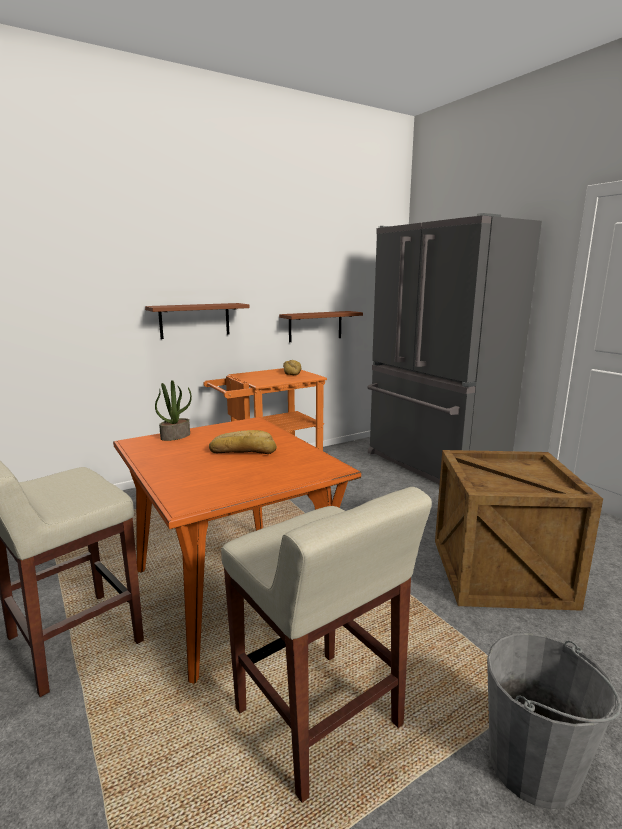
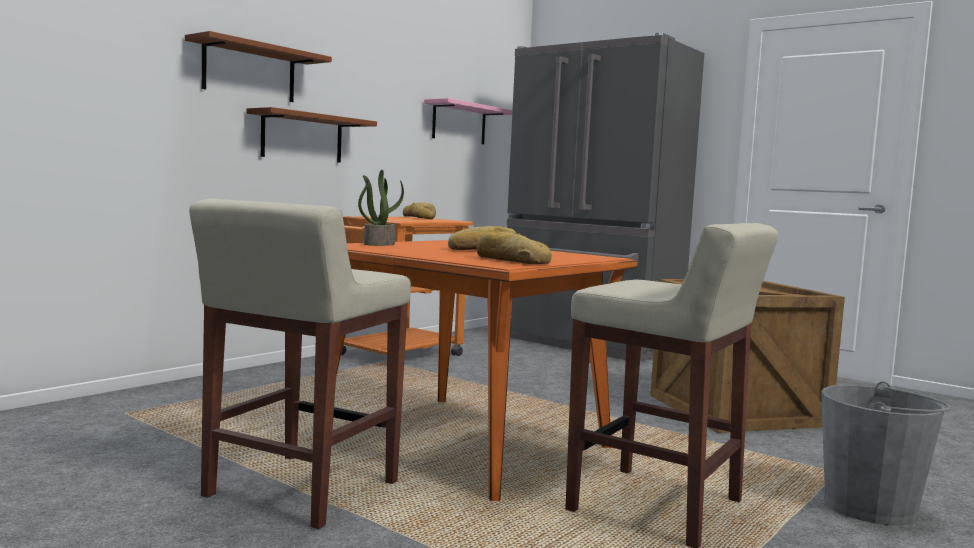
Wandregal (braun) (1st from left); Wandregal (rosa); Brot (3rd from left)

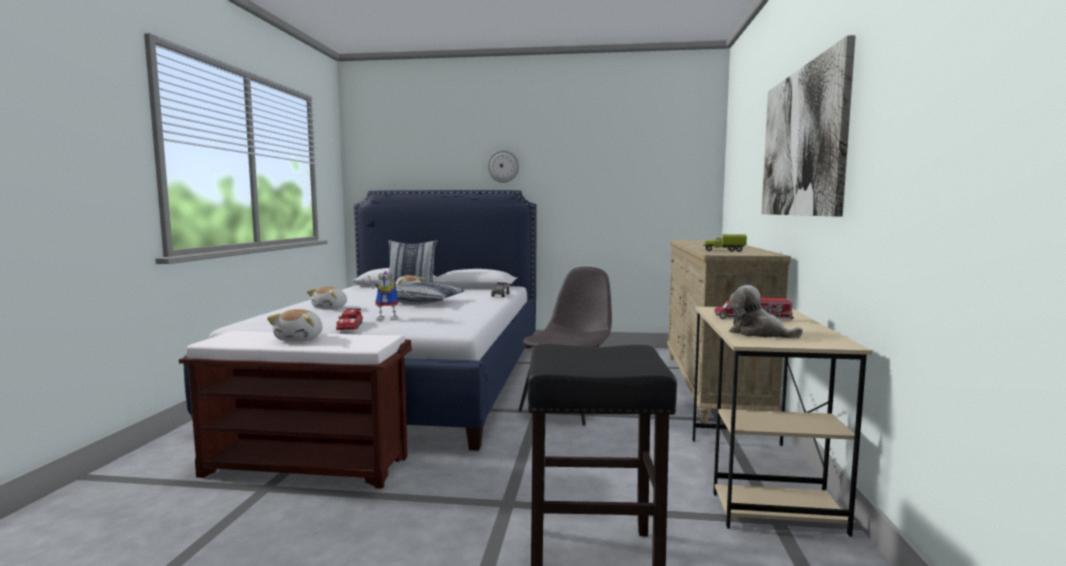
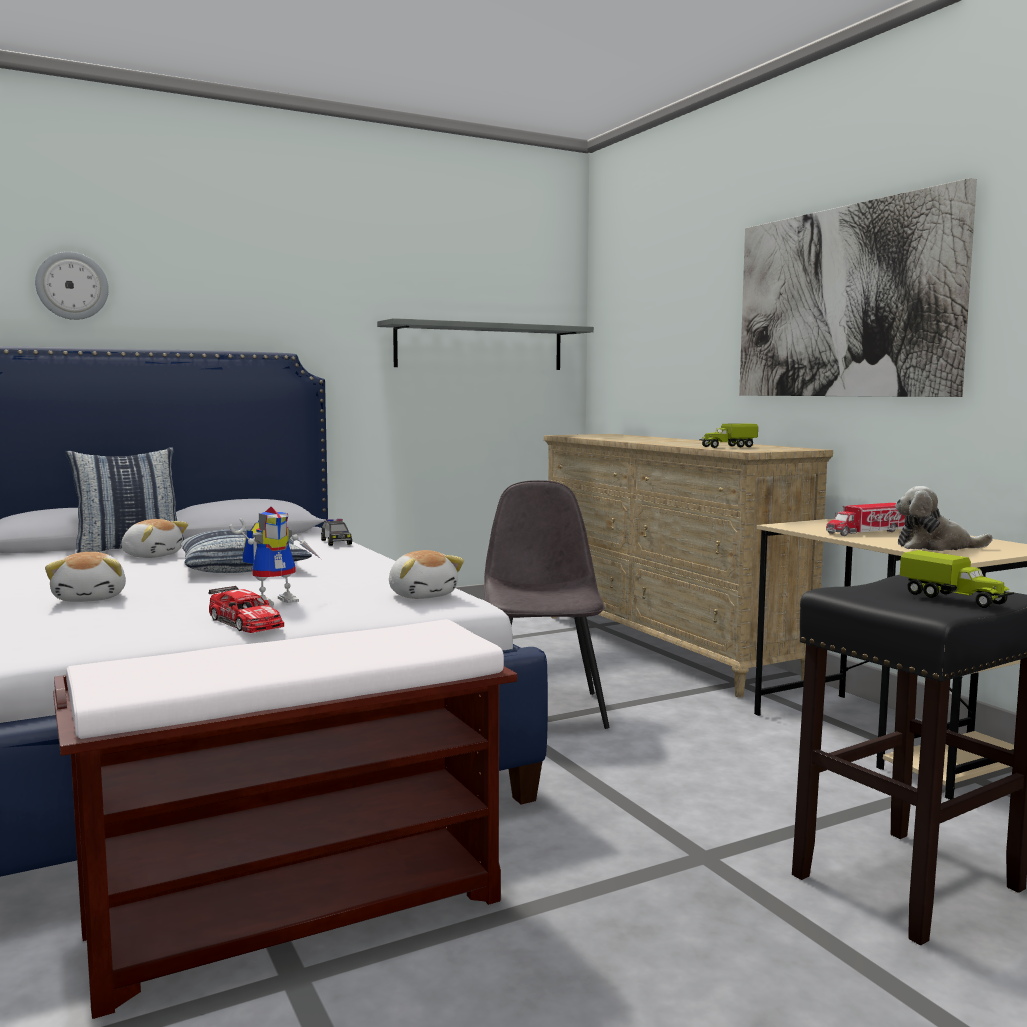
Plüschtier (3rd from left); Wanduhr; Wandregal (grau); Spielzeuglaster (3rd from left)

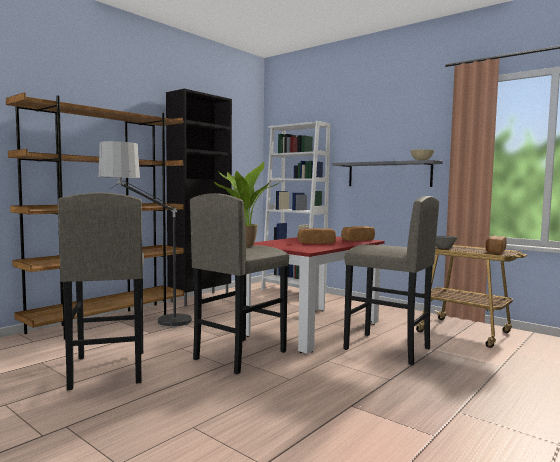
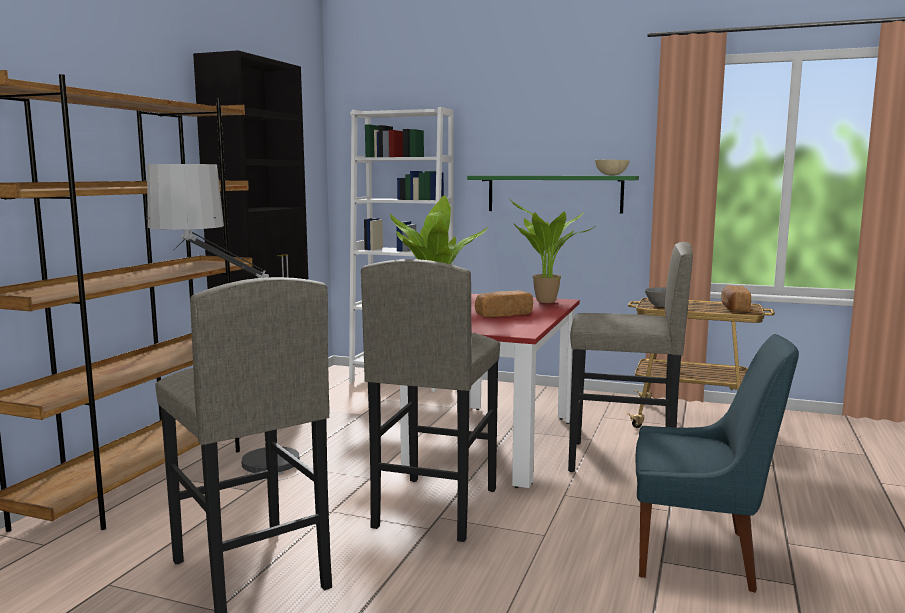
Wandregal (grün); Topfpflanze (2nd from left); Stuhl (blau)

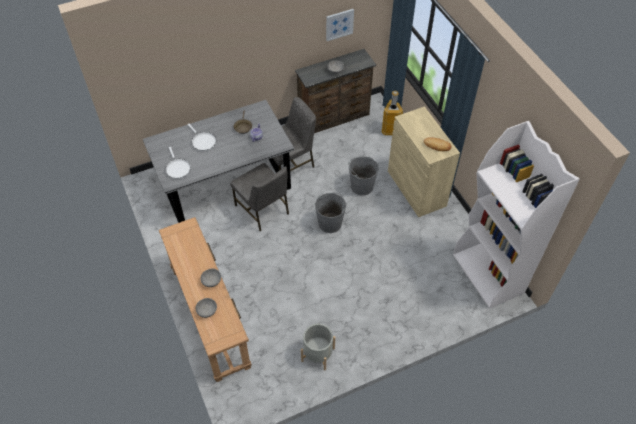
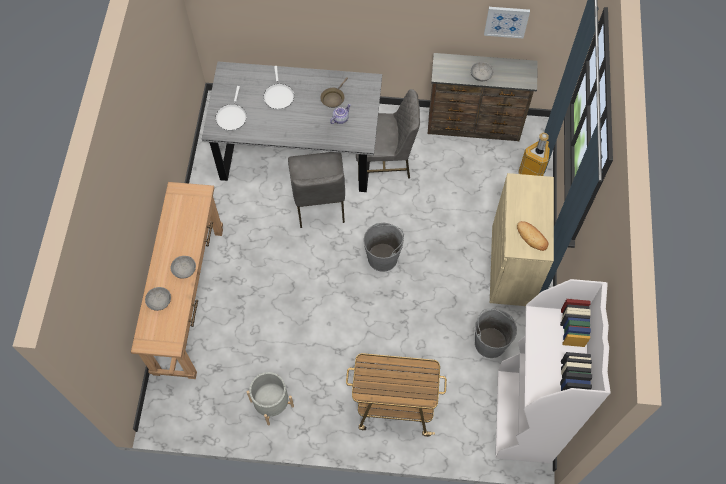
Eimer (grau) (2nd from left); Rollwagen

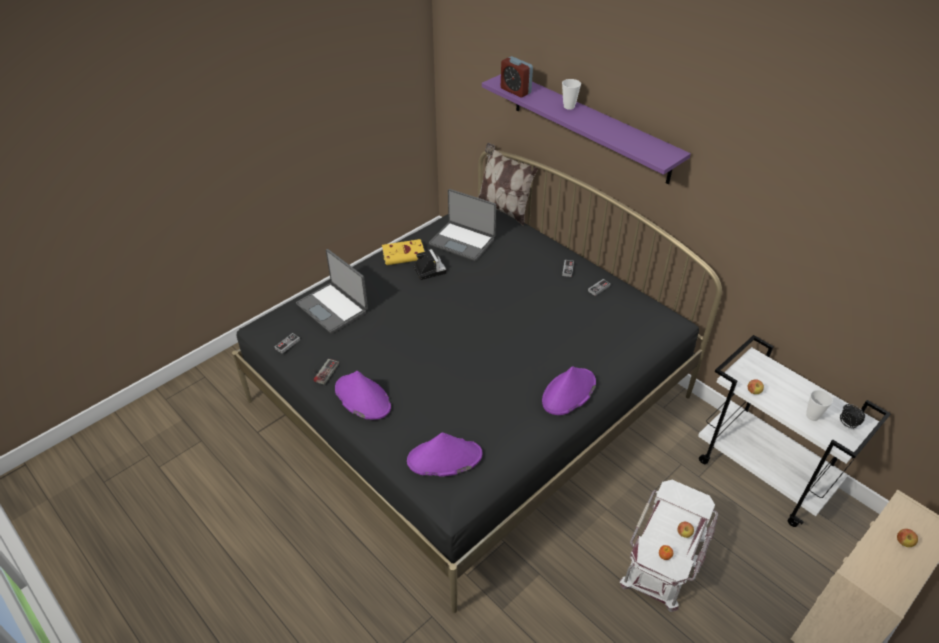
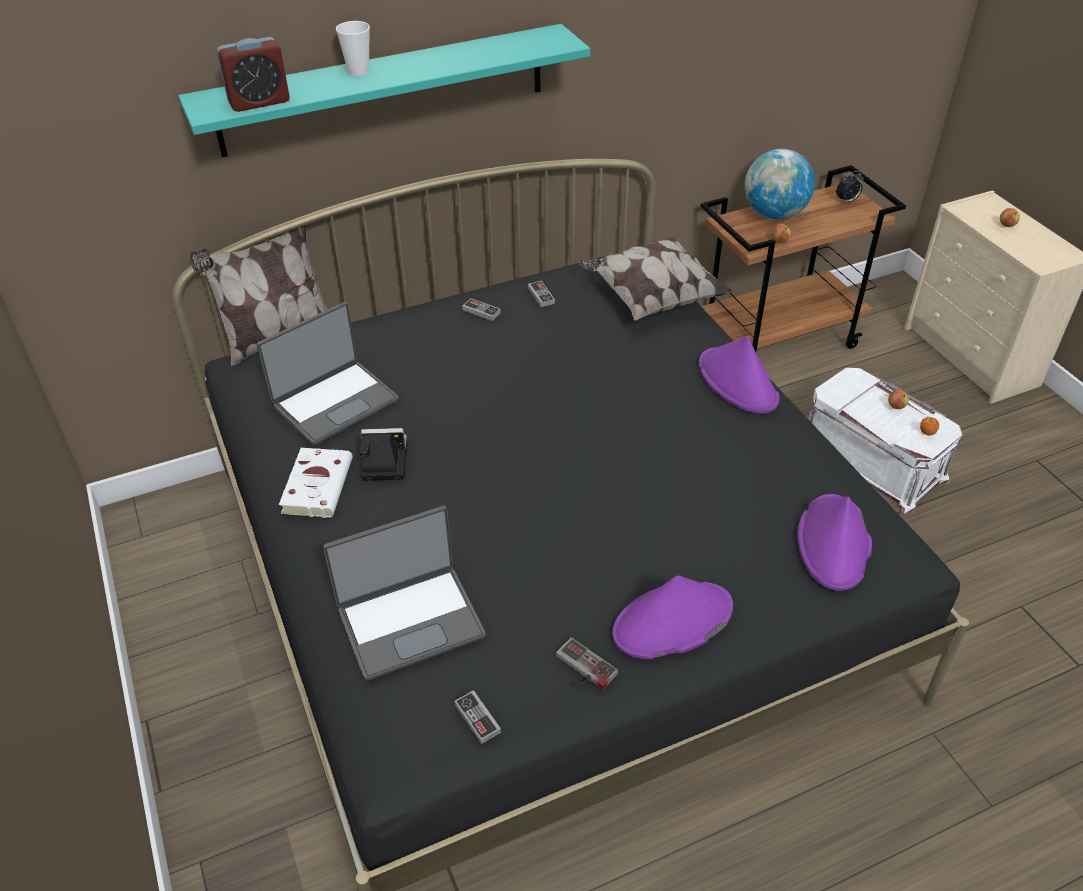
Buch (weiß); Wandregal (türkis); Rollwagen (braun); Tasse (2nd from left in the first image); Kissen (2nd from left); Globus

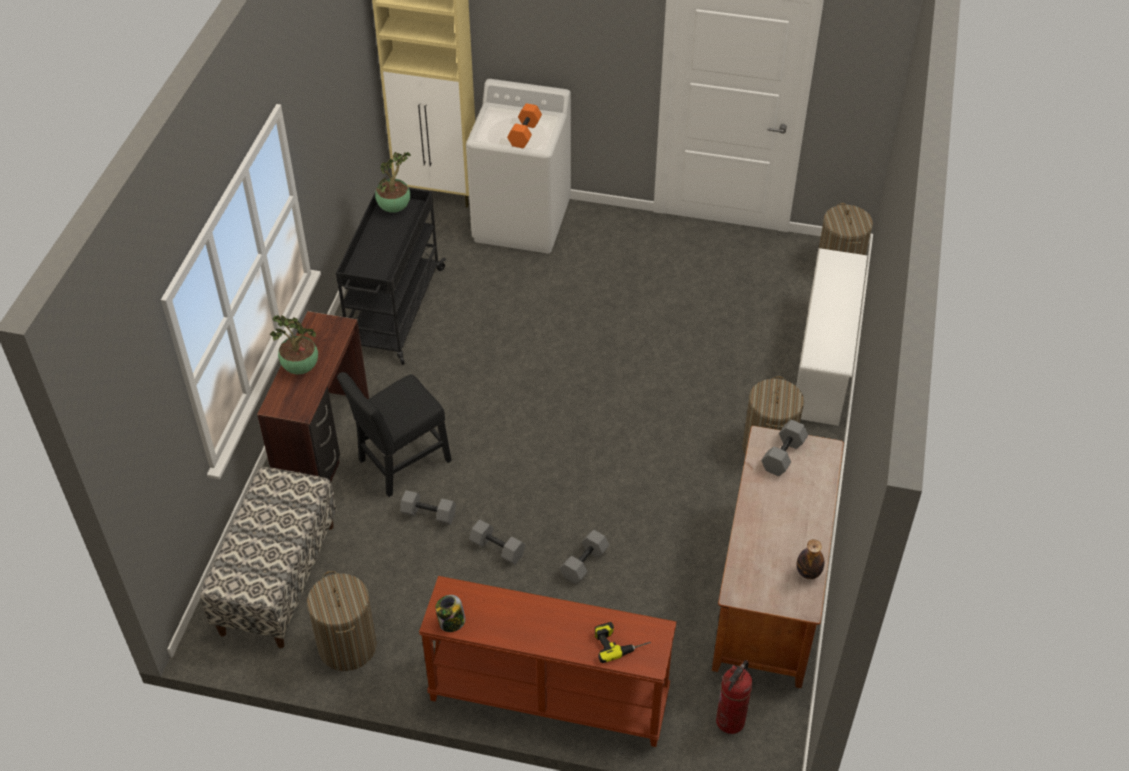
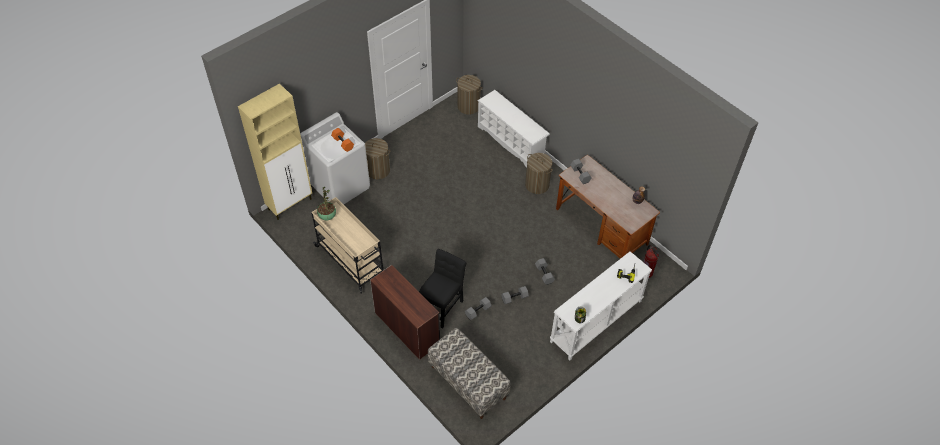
Topfpflanze (1st from left in the first image); Wäschekorb (1st from left); Rollwagen (beige); Stuhl (schwarz); Konsolentisch (weiß)

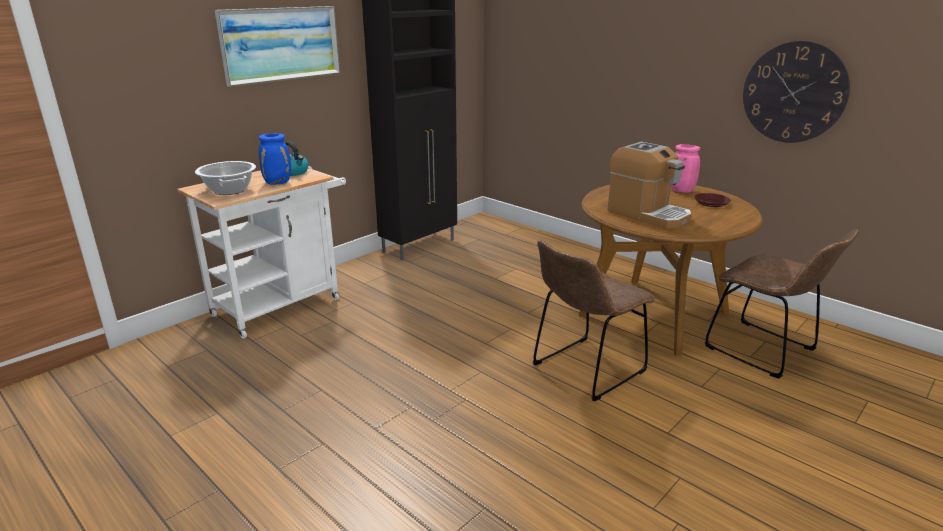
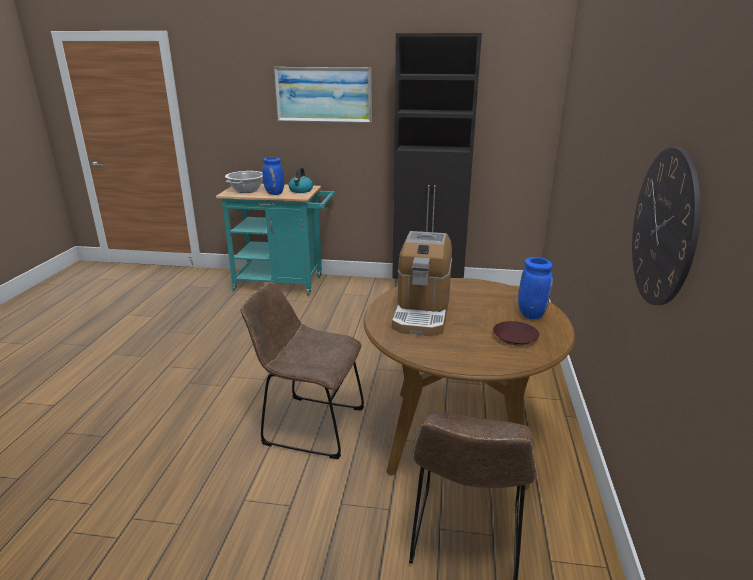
Rollwagen (türkis); Vase (blau) (2nd from left)

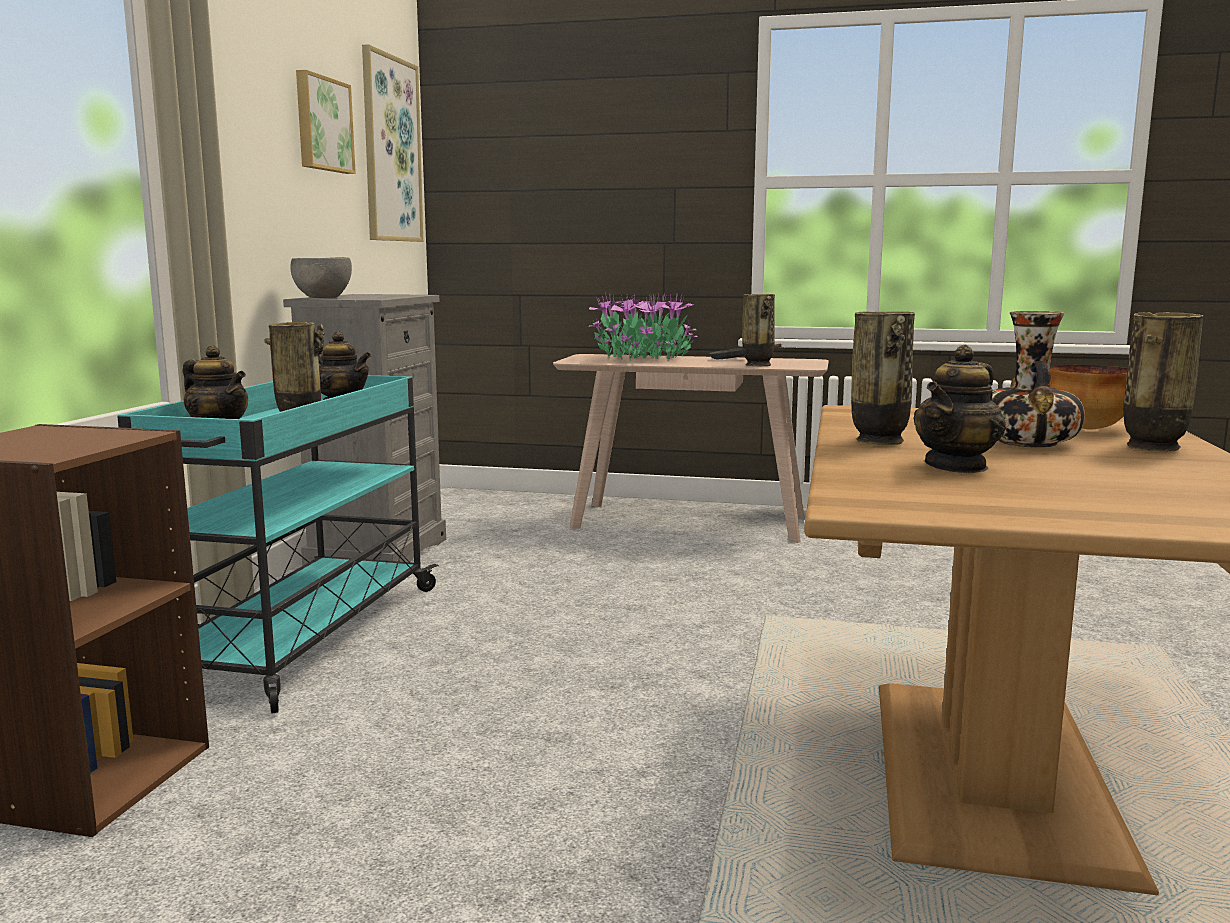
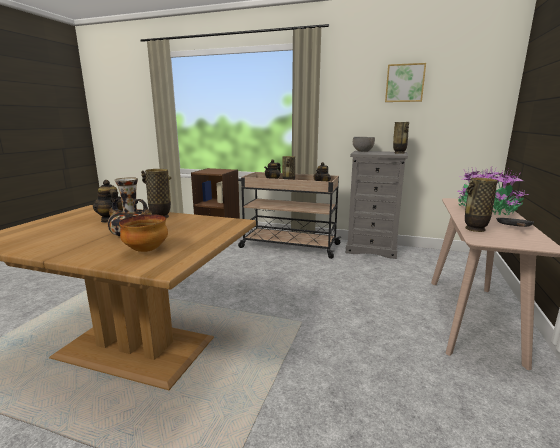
Rollwagen (beige); Bild (2nd from left in the first image); Vase (4th from left)

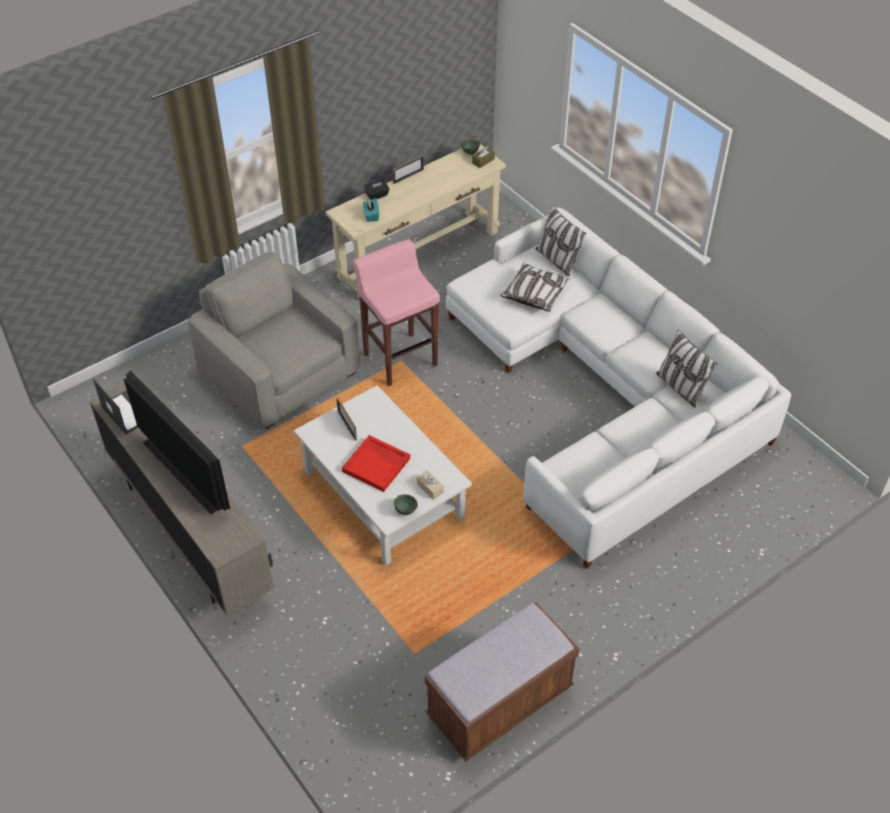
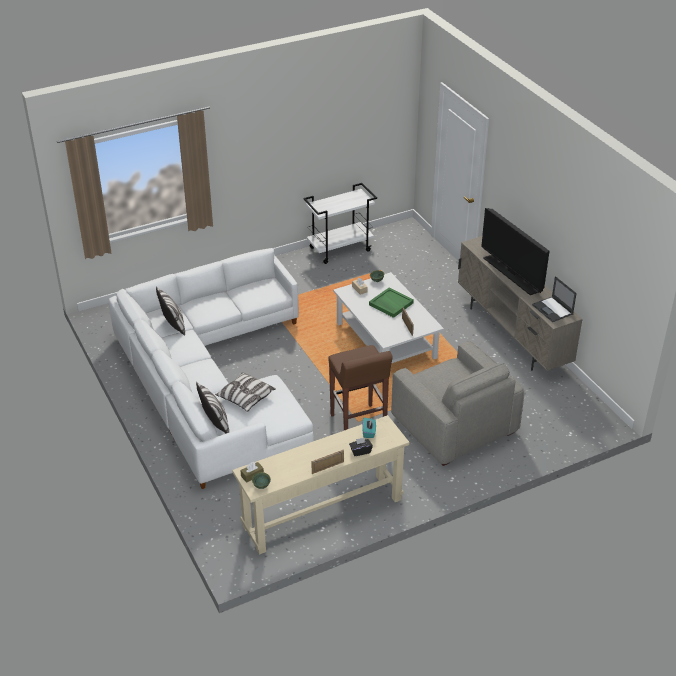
Tablett (grün); Hocker (braun); Rollwagen (weiß)

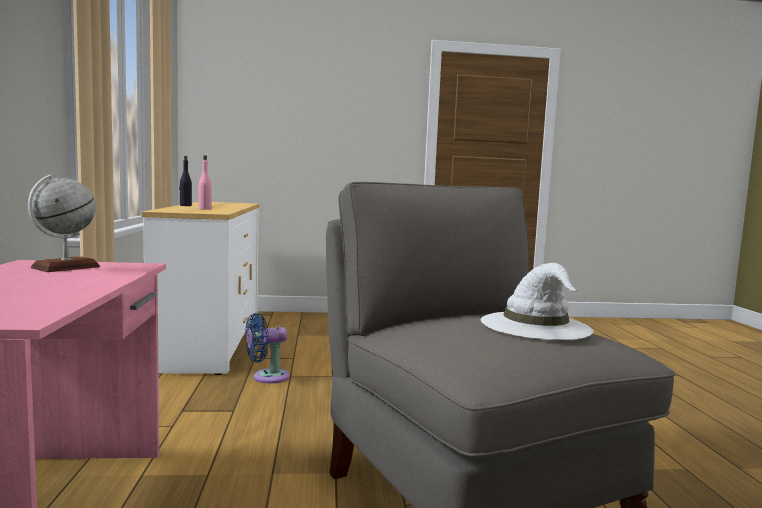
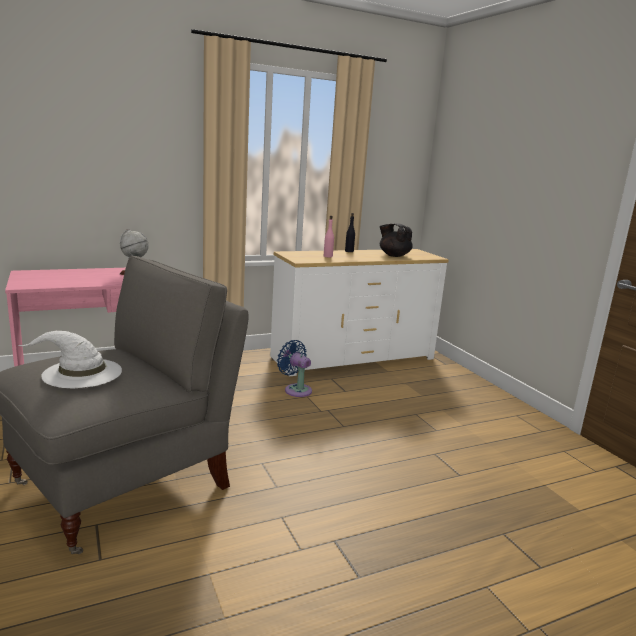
Teekanne (schwarz)

